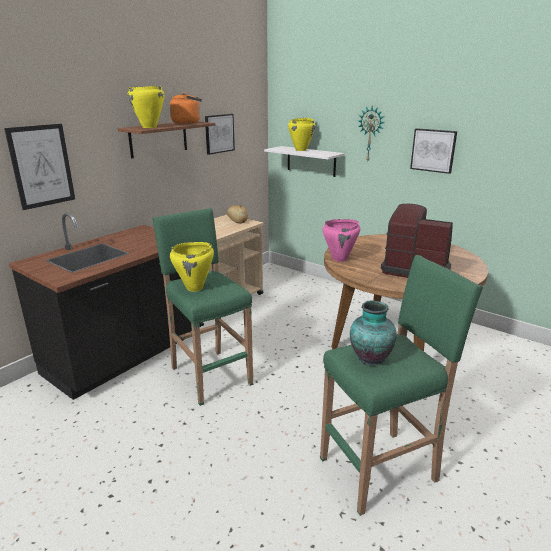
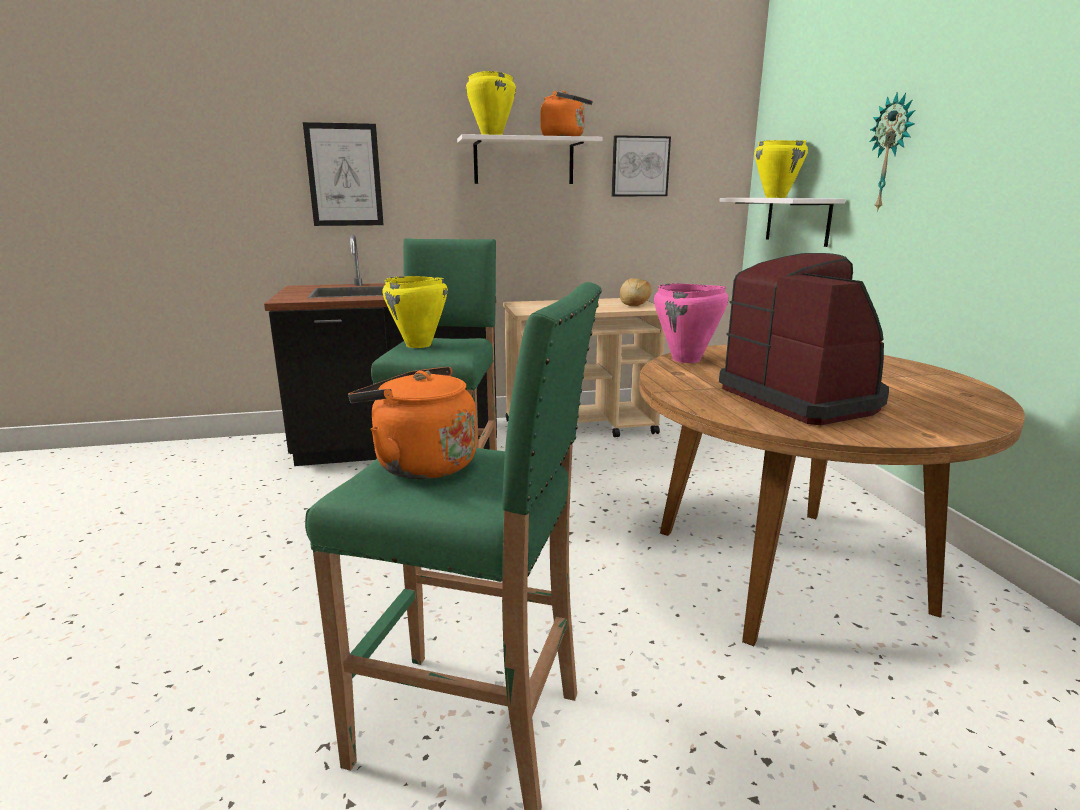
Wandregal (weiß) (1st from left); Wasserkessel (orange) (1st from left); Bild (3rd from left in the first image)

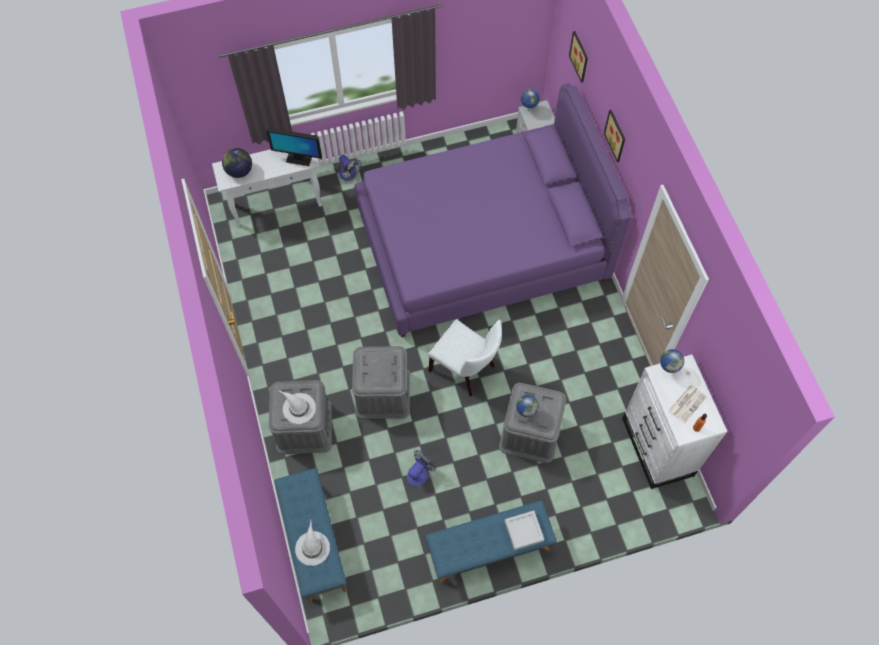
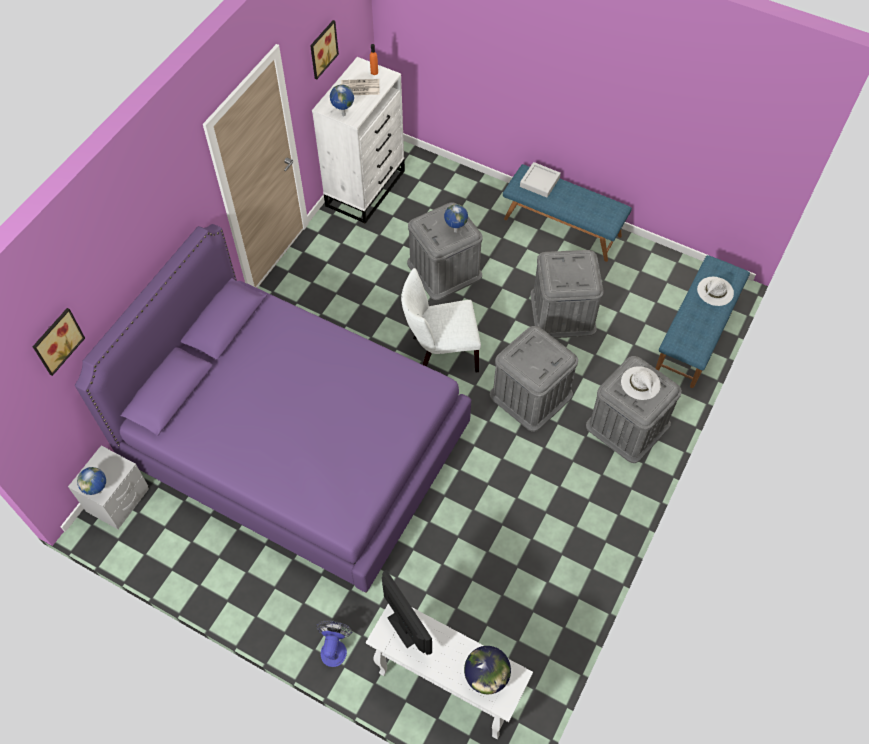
Aufbewahrungsbox (grau) (3rd from left); Stuhl (weiß); Bild (2nd from left)

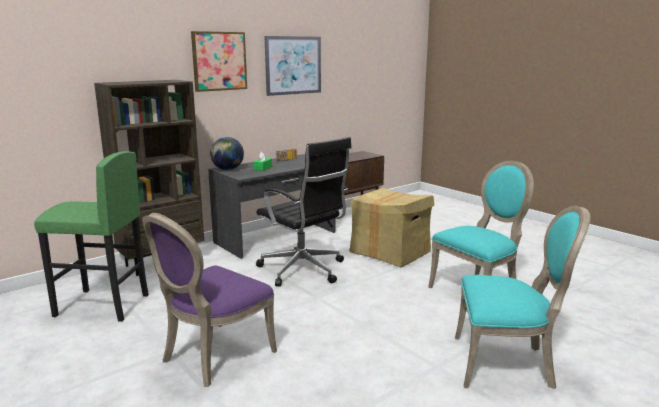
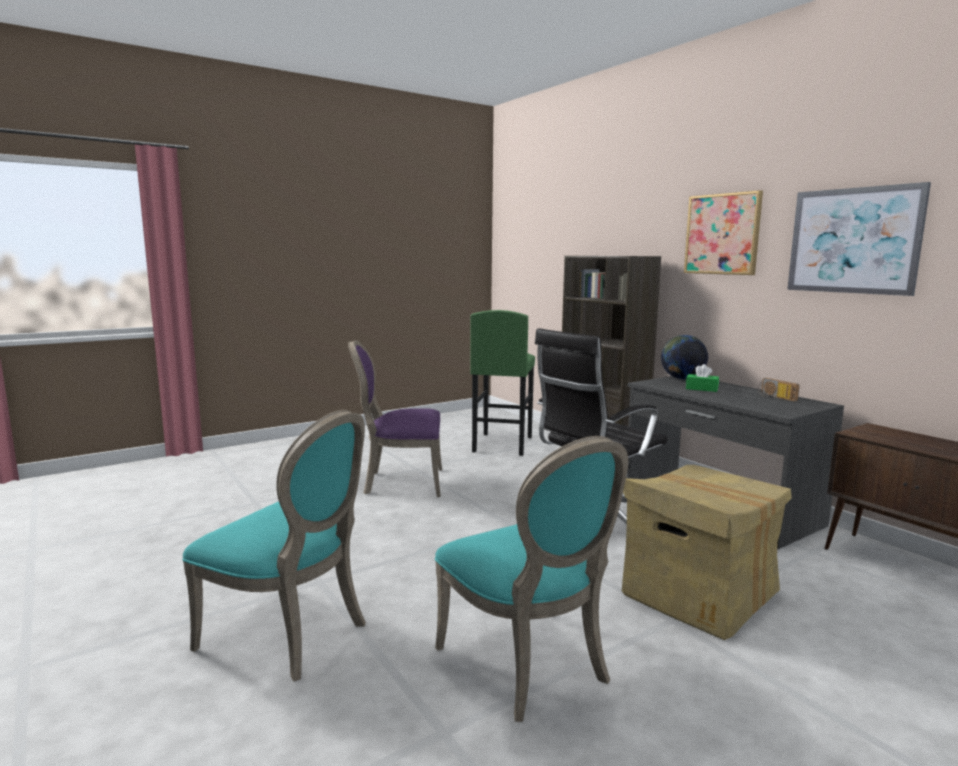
Stuhl (lila); Stuhl (türkis) (1st from left)

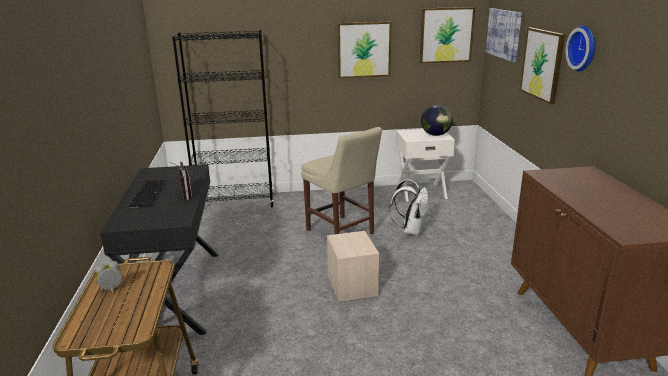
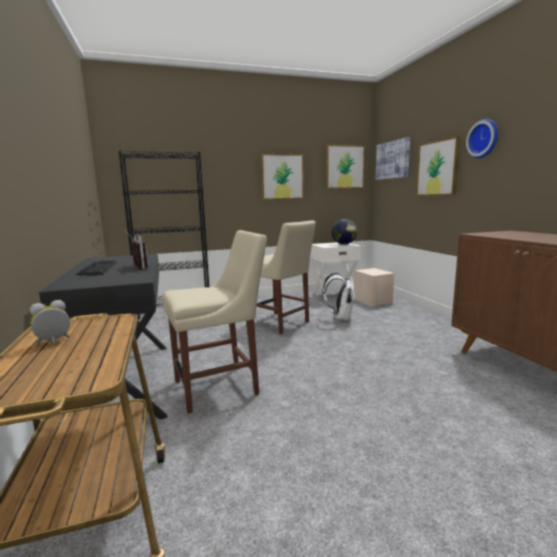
Aufbewahrungsbox (beige); Stuhl (beige) (1st from left)

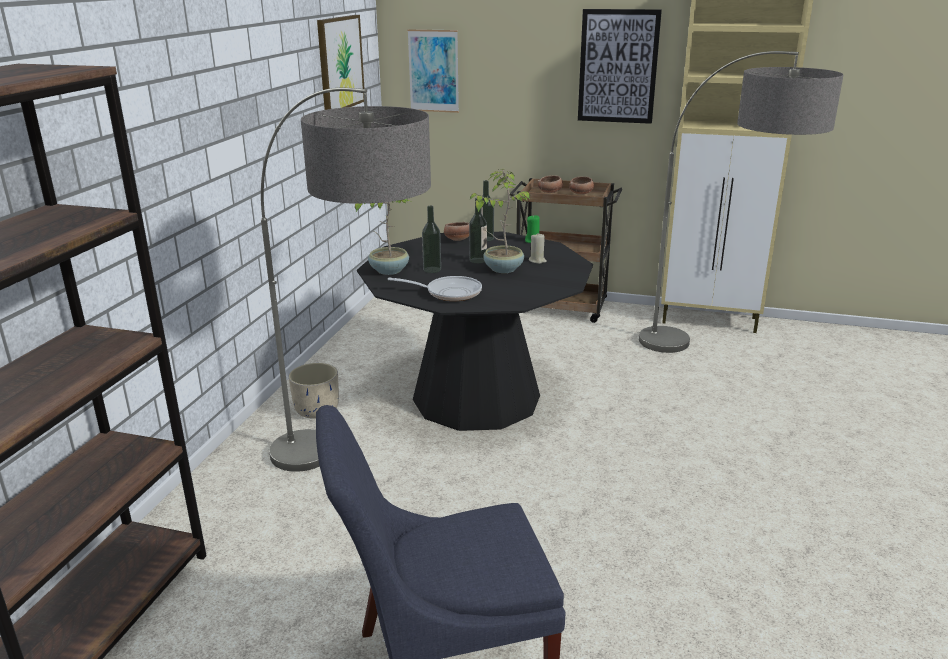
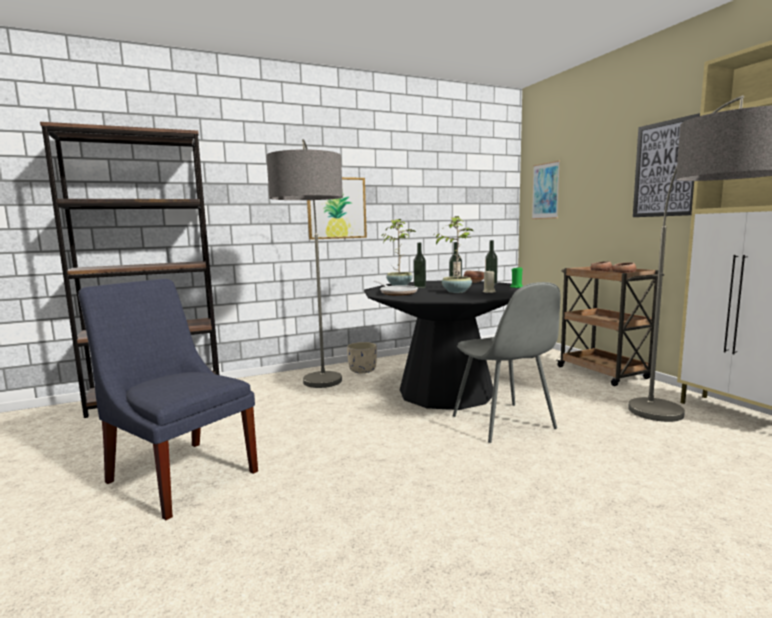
Bild (1st from left); Stuhl (grau)

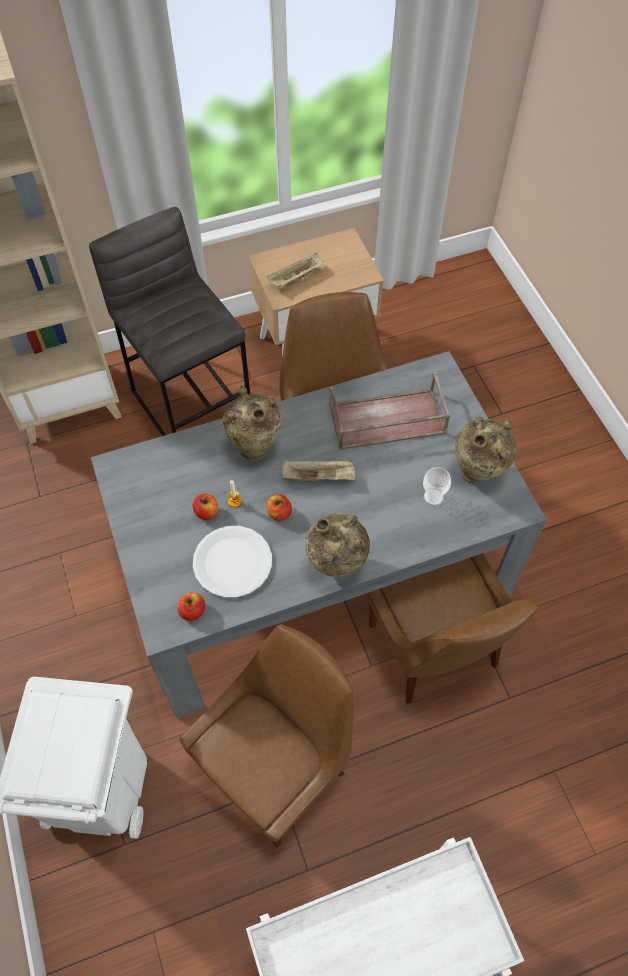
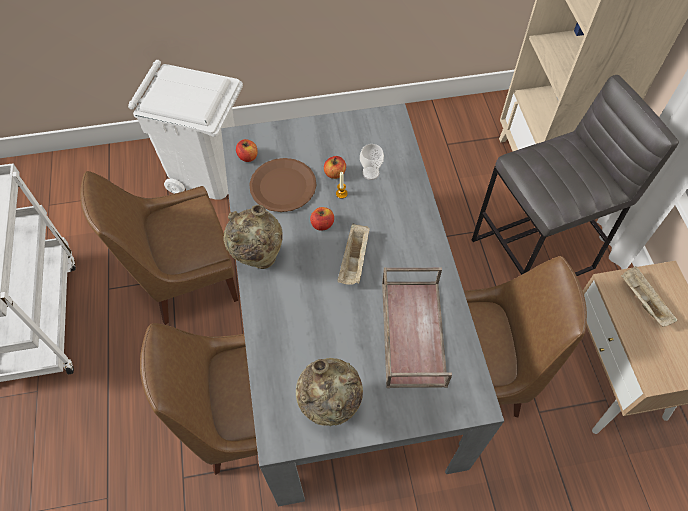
Stuhl (braun) (1st from left); Teller (braun); Vase (beige) (1st from left in the first image); Tasse

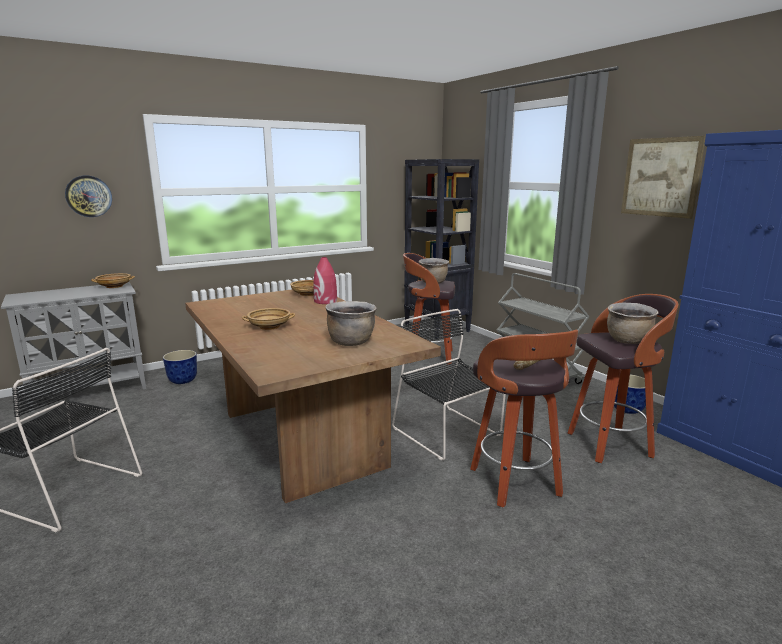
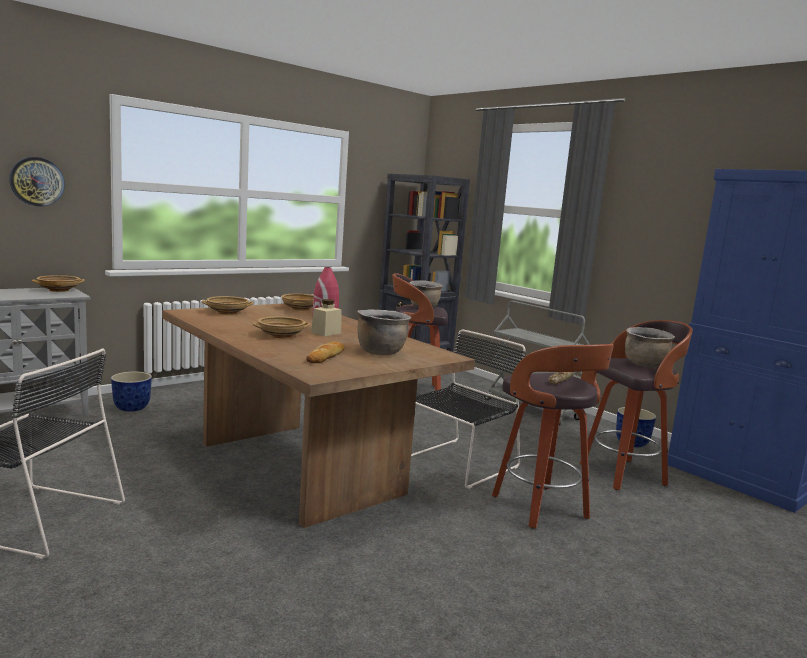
Stuhl (schwarz) (2nd from left); Bild; Schüssel (beige) (2nd from left); Brot (1st from left); Vorratsglas (beige)

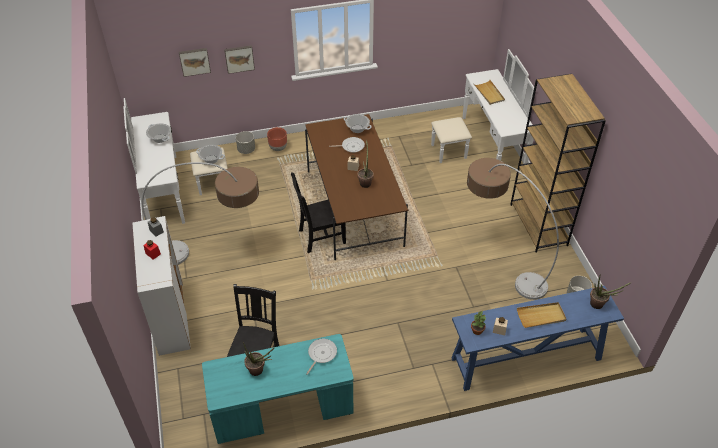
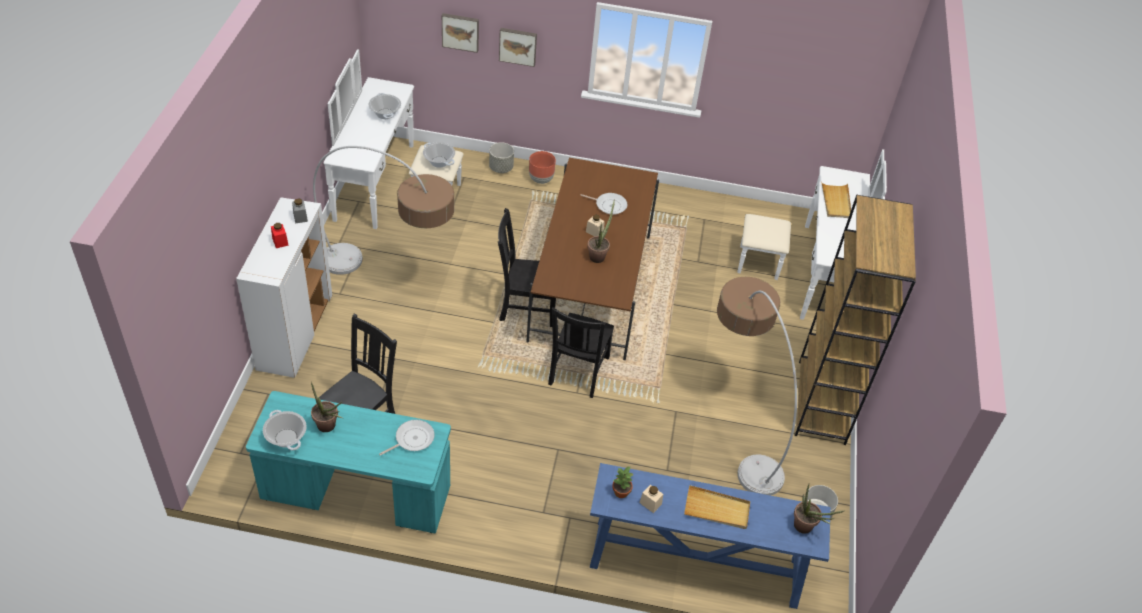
Kochtopf (1st from left); Stuhl (schwarz) (3rd from left)

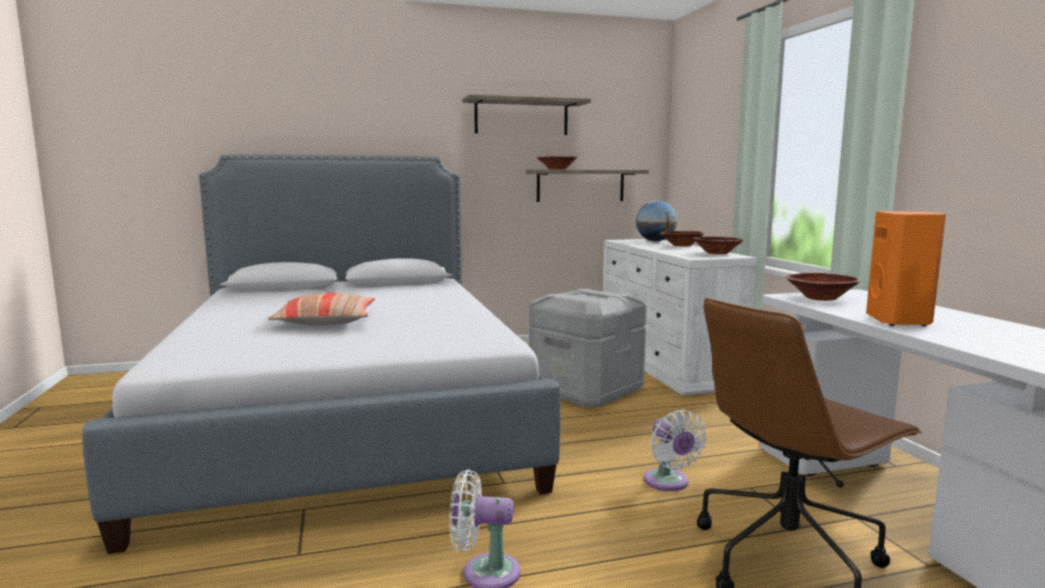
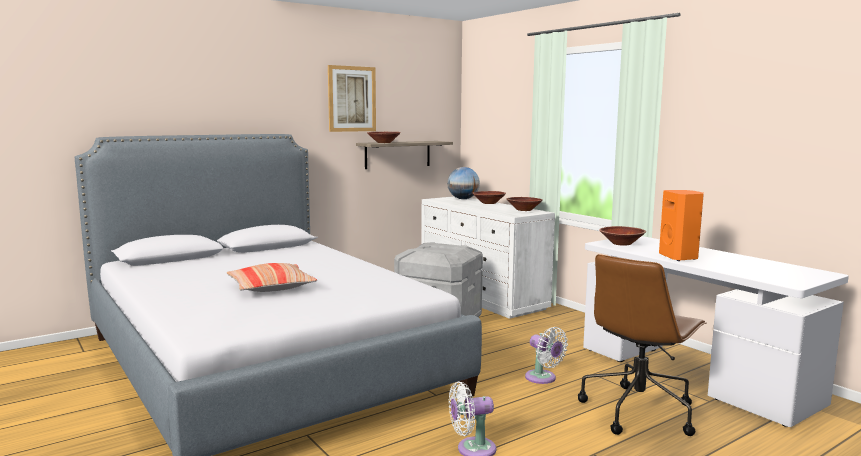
Bild

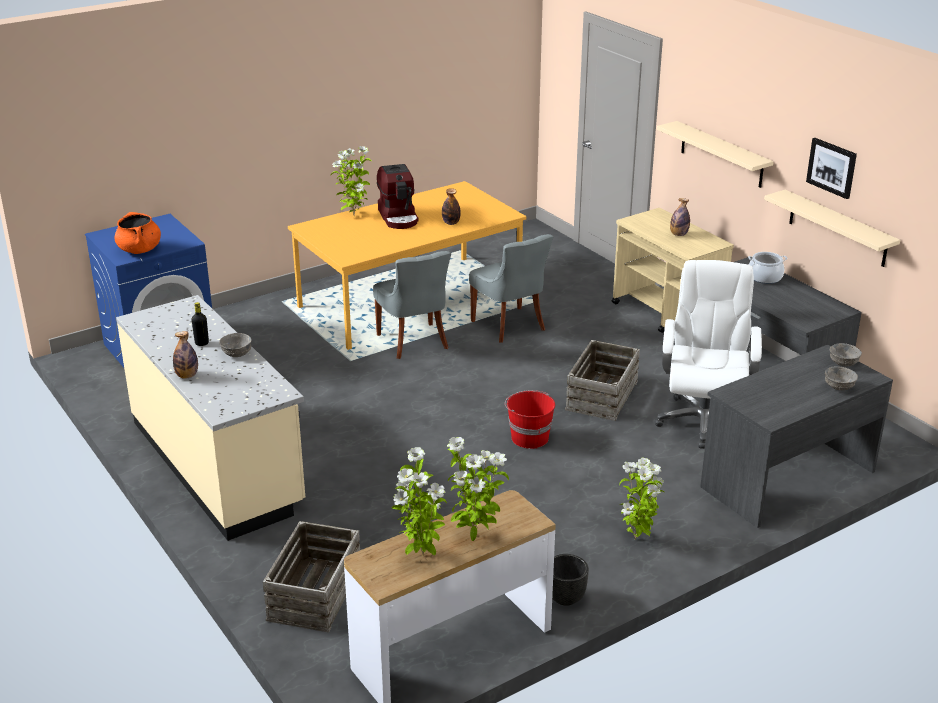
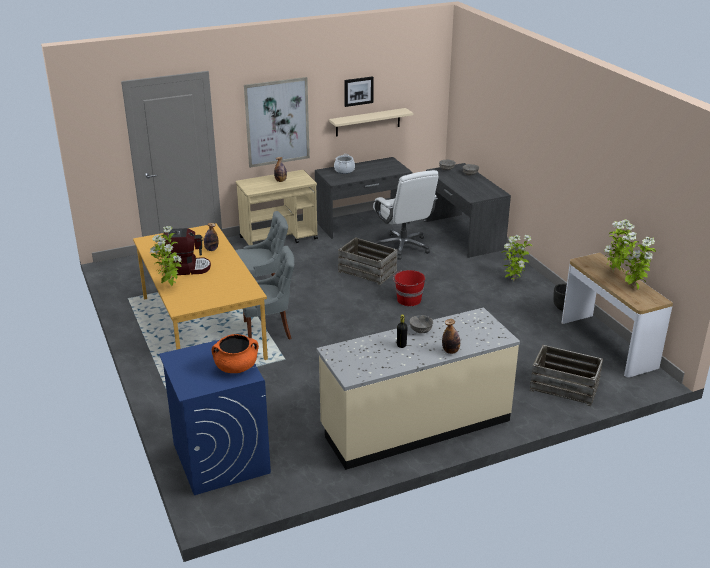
Bürostuhl (weiß); Bild (1st from left)

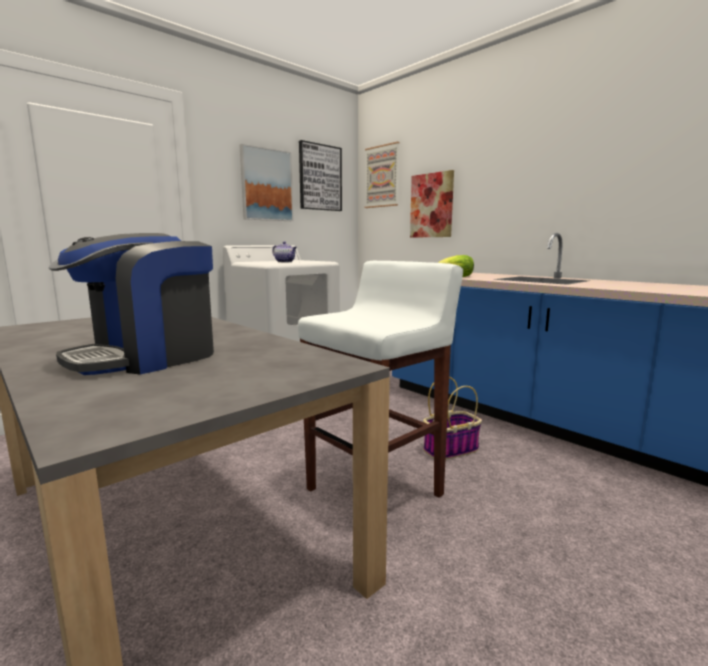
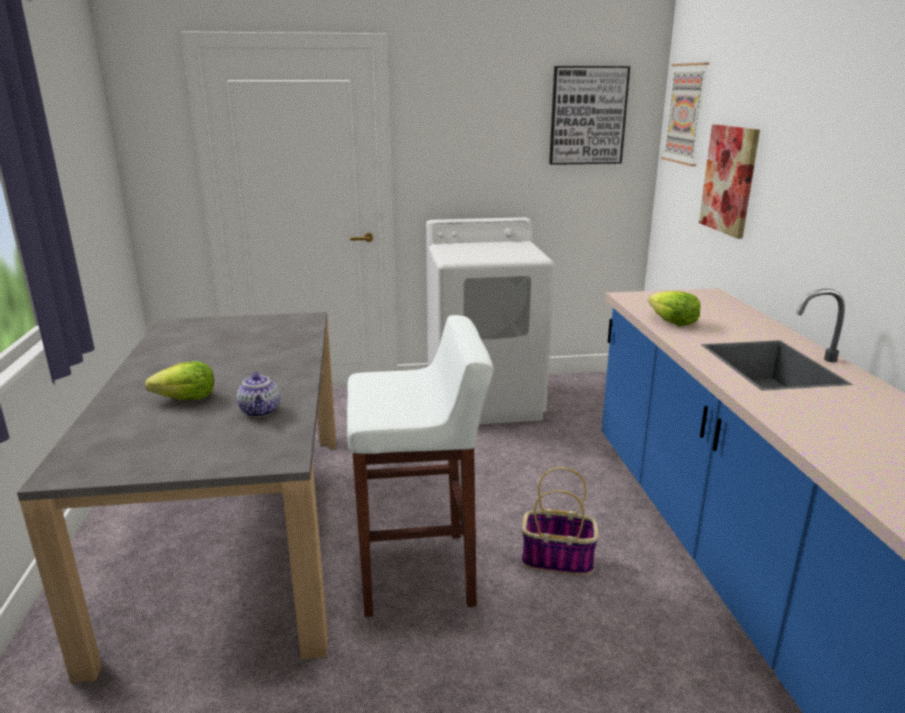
Salatkopf (1st from left); Bild (1st from left in the first image); Teekanne

